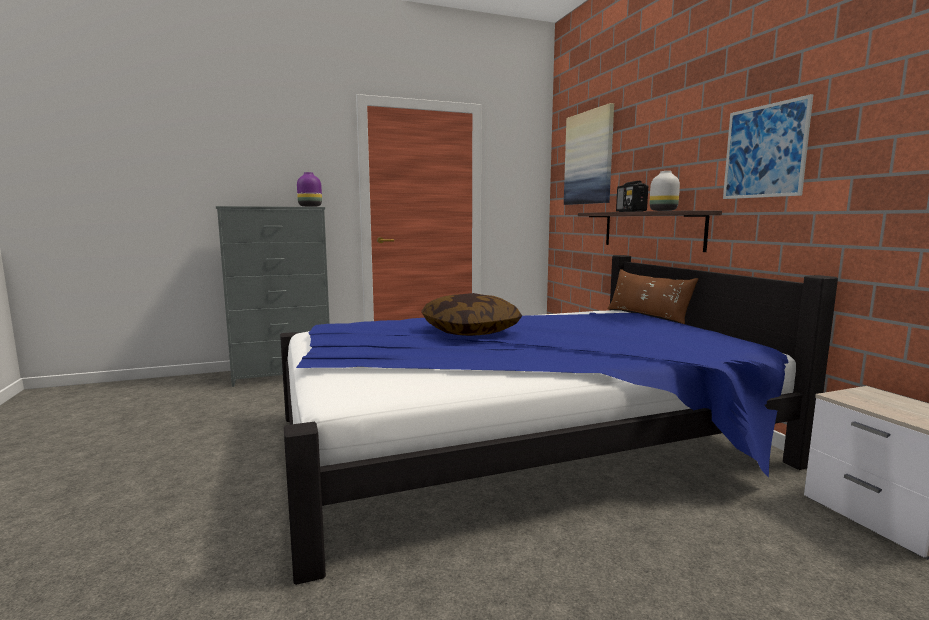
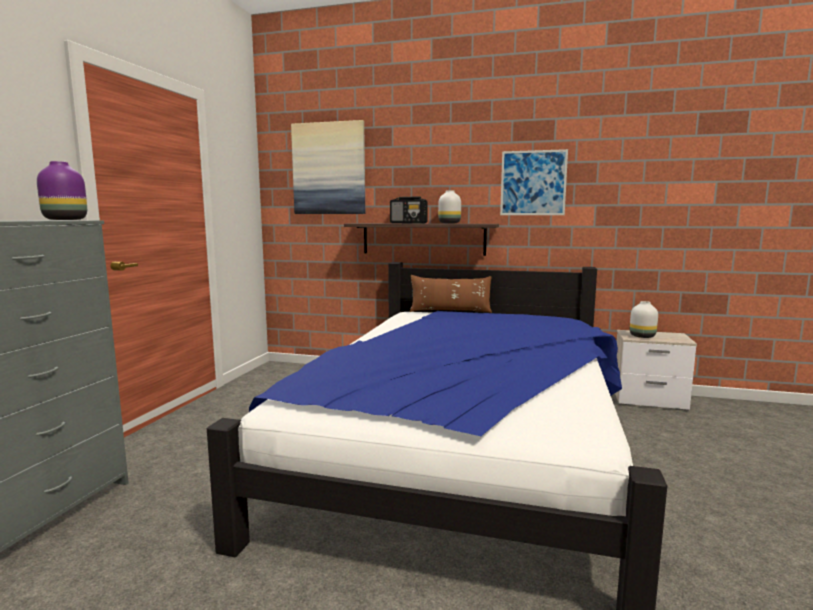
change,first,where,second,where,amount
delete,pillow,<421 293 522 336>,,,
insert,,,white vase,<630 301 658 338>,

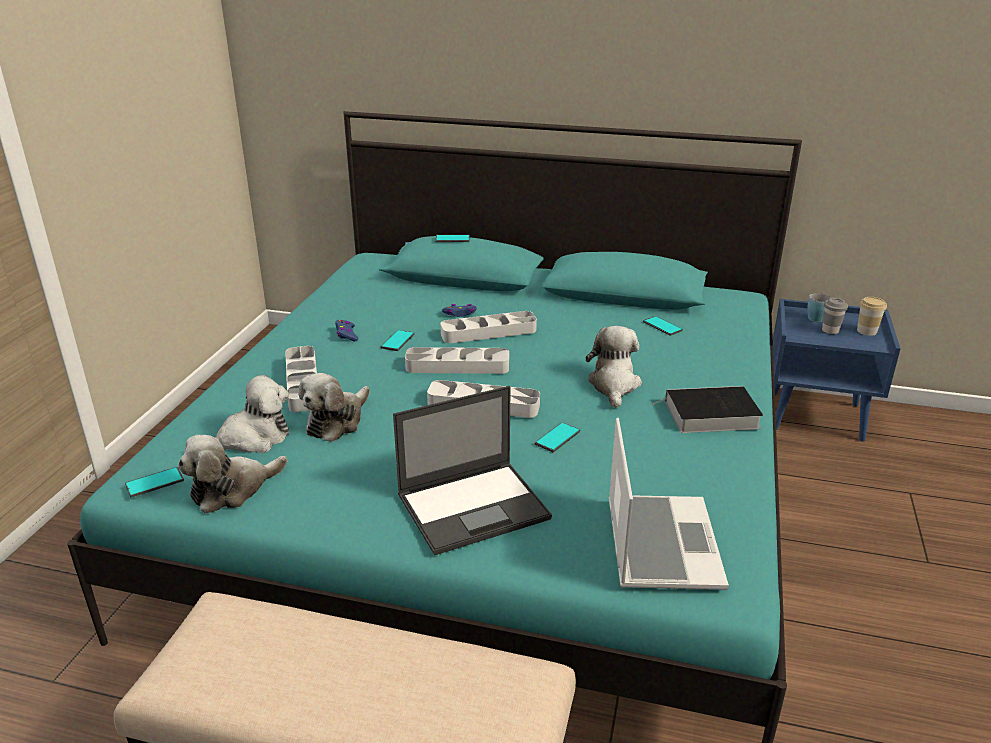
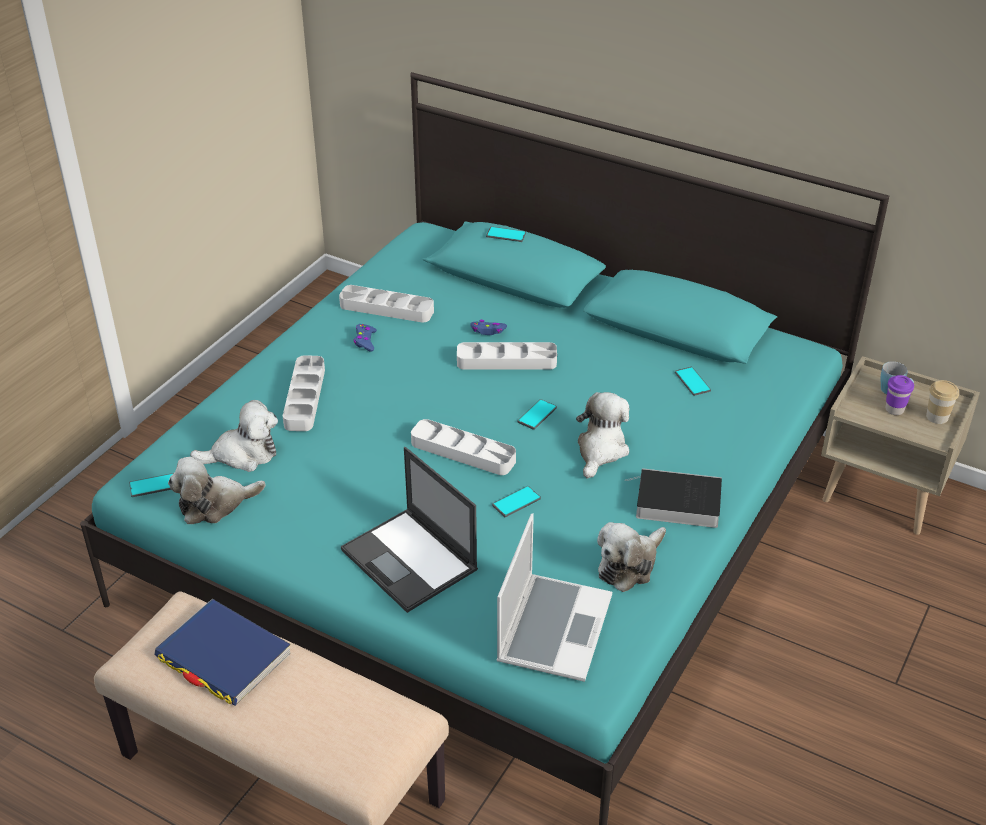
change,first,where,second,where,amount
insert,,,blue book,<154 599 291 706>,
move,plush toy,<298 373 370 442>,,<597 522 666 592>,
move,phone,<381 330 414 351>,,<517 399 557 430>,
move,grey tray,<405 347 509 374>,,<339 285 434 323>,
recolor,blue nightstand,<773 299 901 442>,beige nightstand,<821 356 980 535>,
recolor,grey cup,<822 298 848 334>,purple cup,<885 375 914 415>,
rotate,laptop,<393 386 552 555>,,<341 447 478 613>,60 degrees clockwise

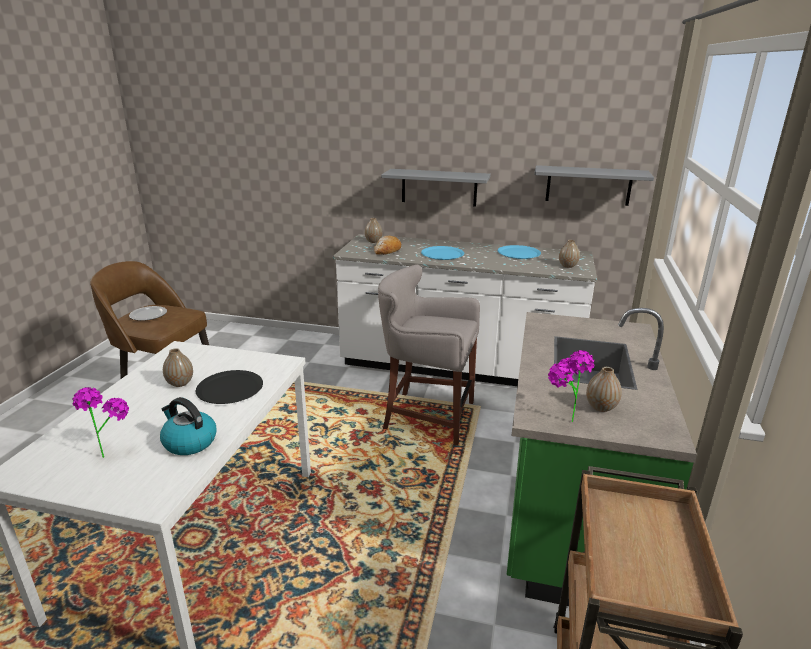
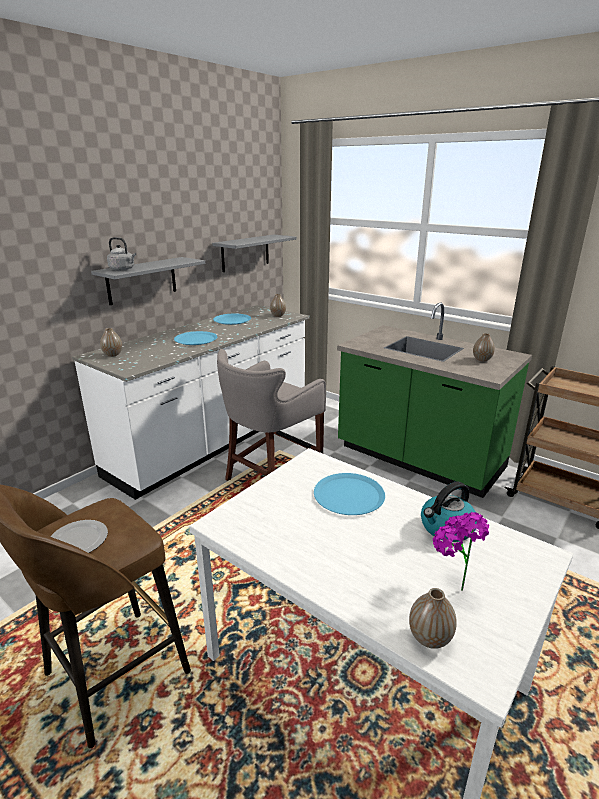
change,first,where,second,where,amount
delete,bread,<374 236 401 255>,,,
delete,potted plant,<548 350 595 422>,,,
insert,,,grey kettle,<107 237 136 271>,
move,vase,<163 348 193 387>,,<409 588 457 649>,
recolor,black plate,<196 370 263 404>,blue plate,<314 473 385 515>,

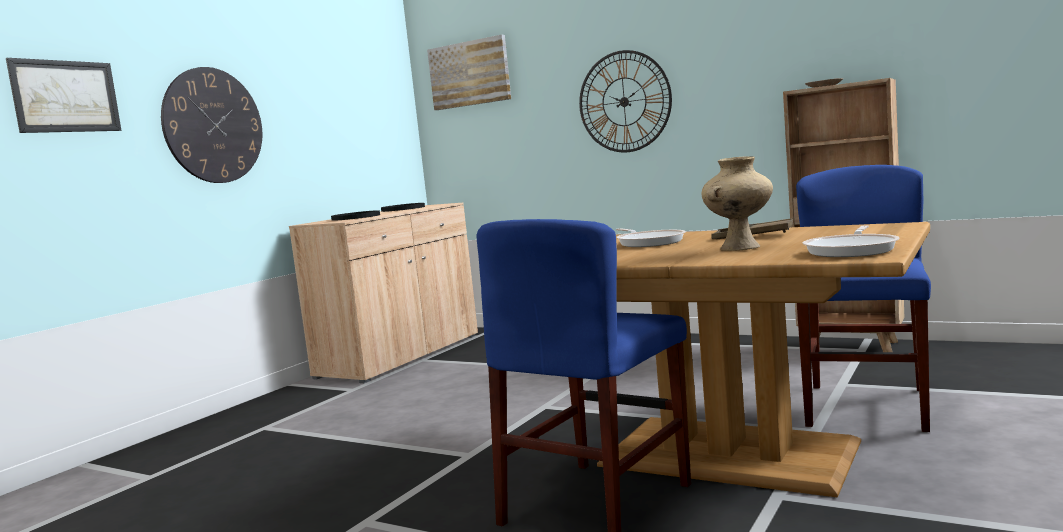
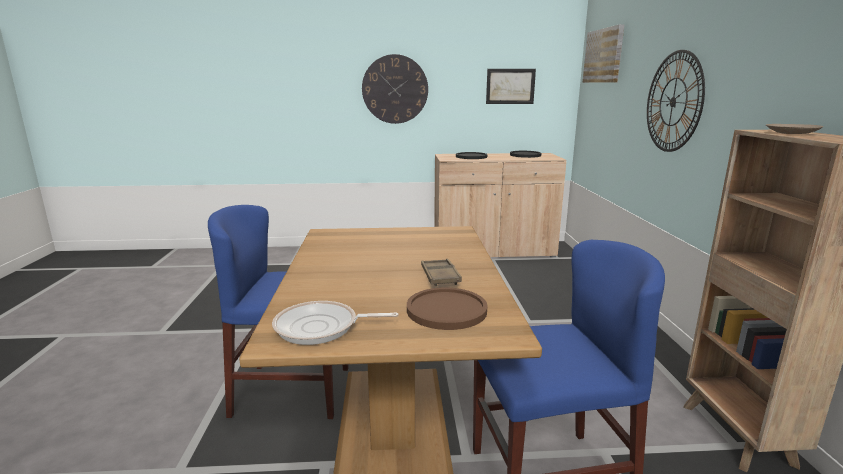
change,first,where,second,where,amount
delete,frying pan,<616 228 686 247>,,,
delete,beige vase,<702 156 773 251>,,,
insert,,,brown plate,<407 288 487 330>,
move,picture,<6 58 122 133>,,<486 69 536 104>,

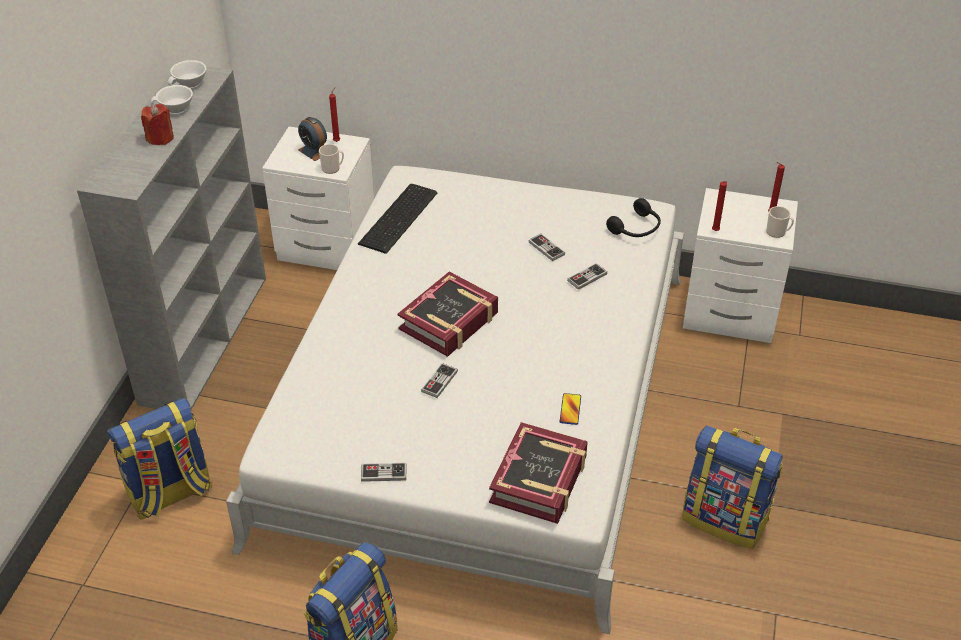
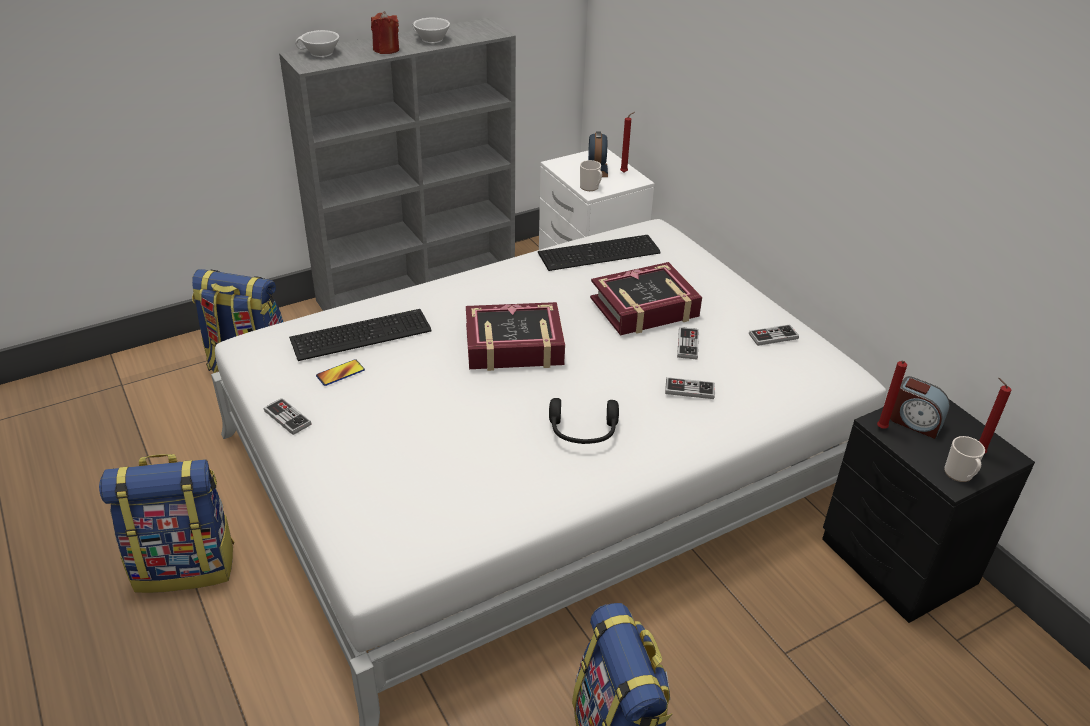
change,first,where,second,where,amount
insert,,,keyboard,<289 309 432 361>,
insert,,,alarm clock,<890 376 950 439>,
move,white cup,<168 60 206 88>,,<295 30 339 57>,
move,game controller,<421 363 458 398>,,<749 324 799 346>,
move,book,<489 422 588 524>,,<590 262 702 335>,
move,phone,<560 393 581 425>,,<316 359 365 386>,
move,black headphones,<606 198 661 237>,,<549 398 619 444>,
recolor,white nightstand,<683 188 798 343>,black nightstand,<822 399 1035 623>,

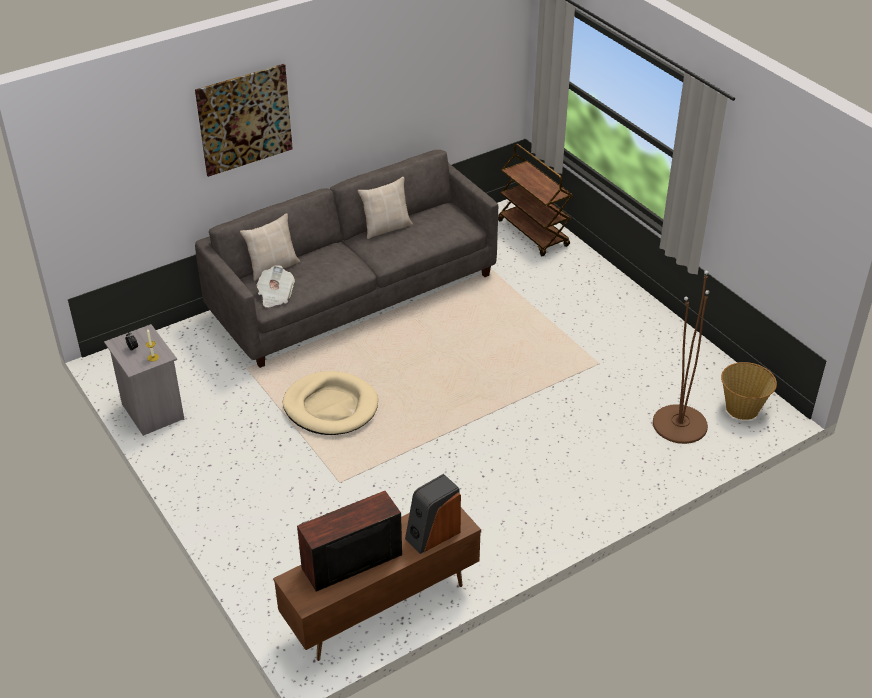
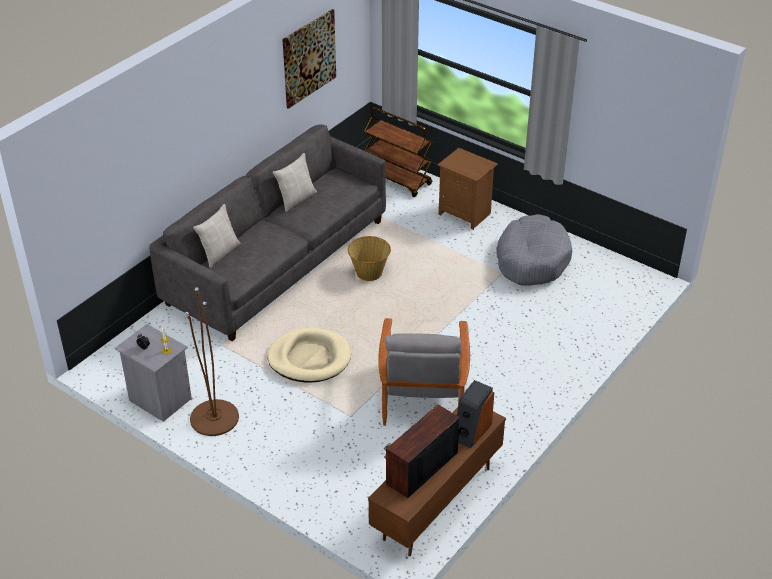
change,first,where,second,where,amount
delete,newspaper,<256 265 295 307>,,,
insert,,,grey armchair,<378 318 470 426>,
insert,,,brown nightstand,<438 148 498 230>,
insert,,,grey dog bed,<496 214 572 286>,
move,picture,<195 64 293 177>,,<282 9 336 109>,
move,brown floor lamp,<653 271 709 444>,,<185 288 239 436>,
move,basket,<721 362 777 420>,,<348 236 391 281>,

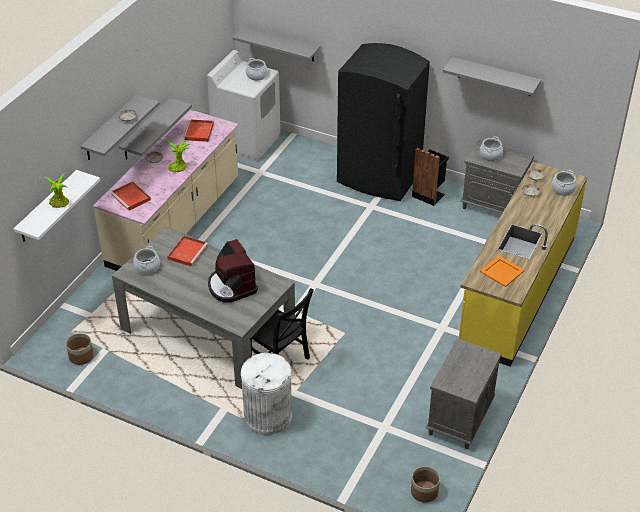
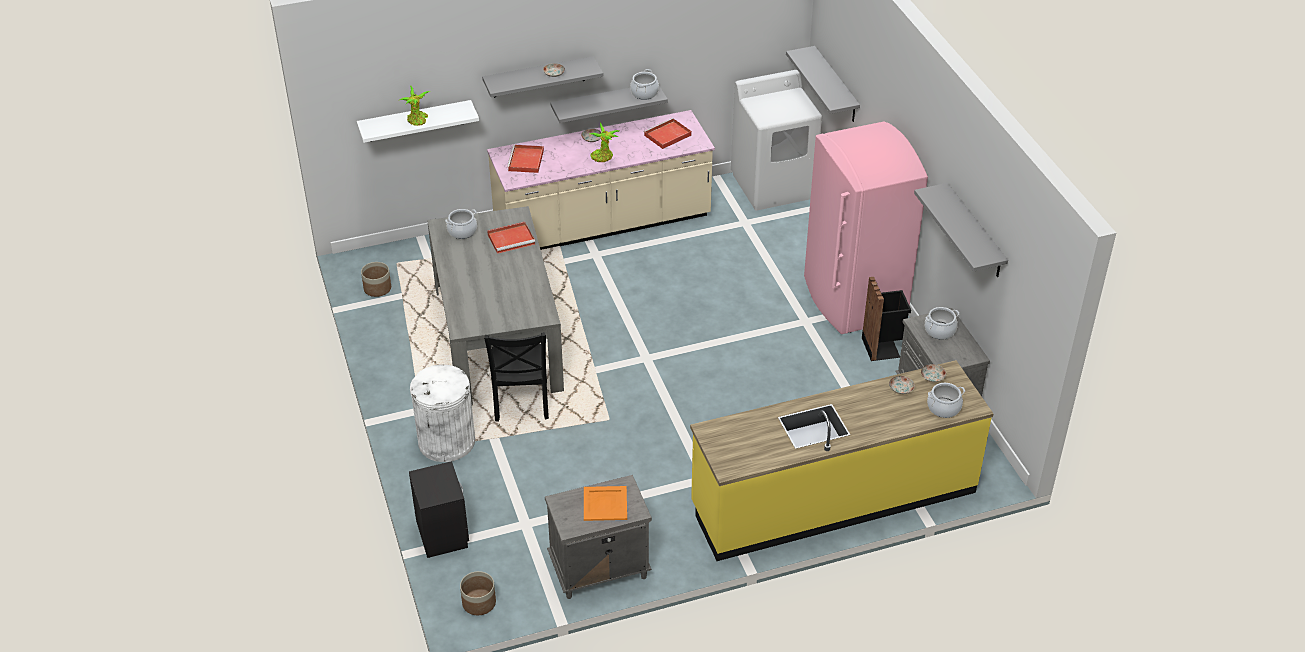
change,first,where,second,where,amount
delete,coffee machine,<208 239 258 303>,,,
insert,,,black nightstand,<409 461 469 558>,
move,cooking pot,<246 58 267 80>,,<630 69 659 100>,
move,orange tray,<480 256 525 287>,,<584 486 627 521>,
recolor,black fridge,<337 43 430 201>,pink fridge,<804 121 928 334>,

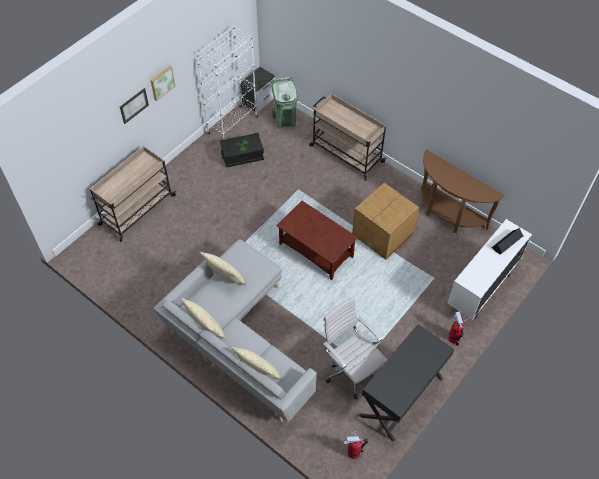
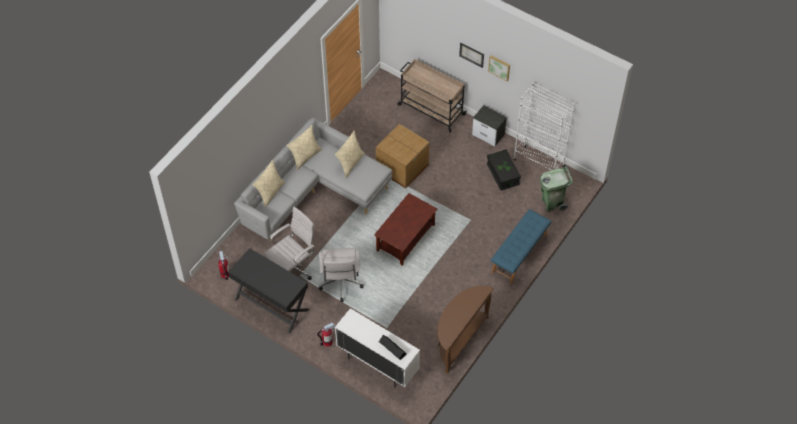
change,first,where,second,where,amount
insert,,,white office chair,<319 248 364 302>,
move,nightstand,<240 67 275 113>,,<472 105 507 146>,
move,cardboard box,<352 182 420 260>,,<376 124 429 189>,
replace,beige cart,<309 93 386 181>,blue bench,<491 209 552 284>,

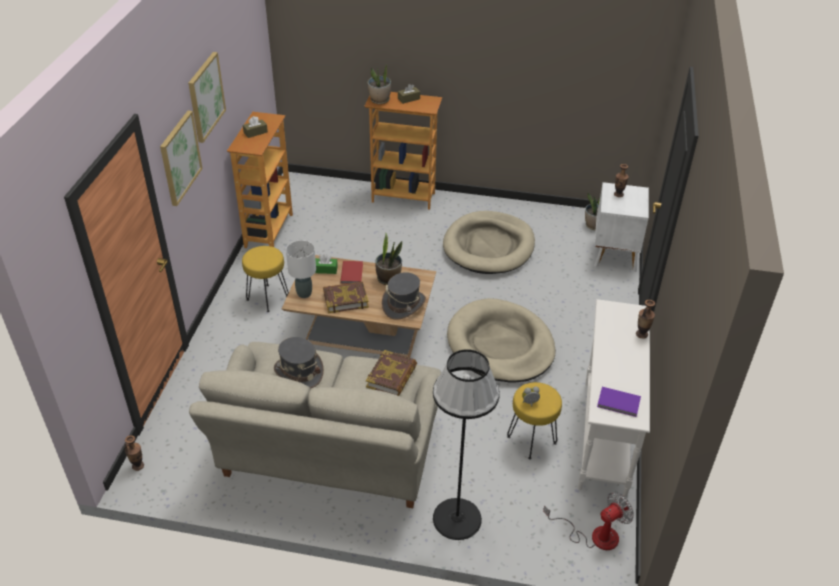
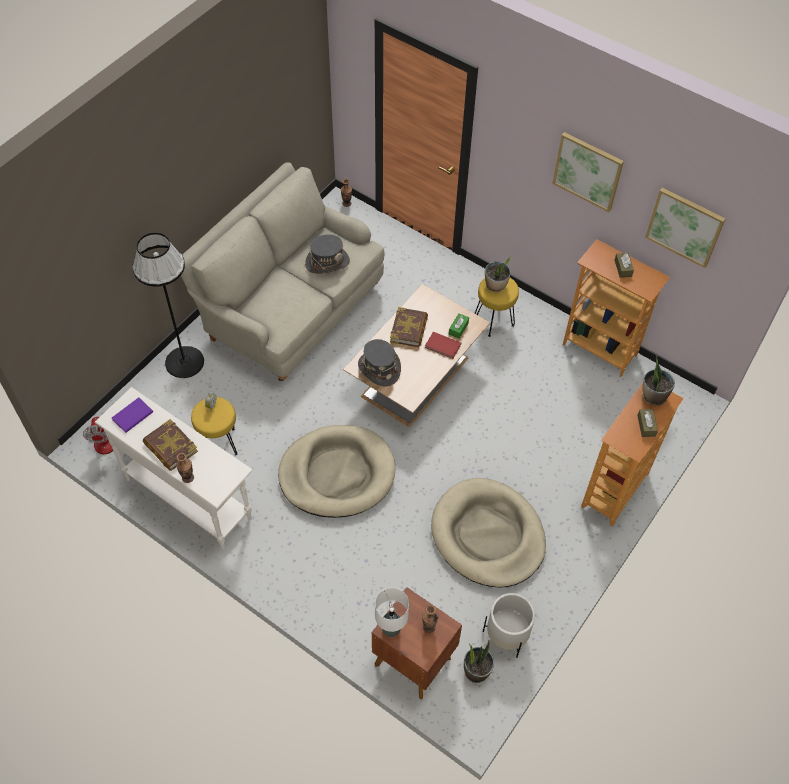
change,first,where,second,where,amount
insert,,,white planter,<483 593 535 658>,
move,picture,<160 111 203 206>,,<645 188 726 268>,
move,white table lamp,<286 240 316 298>,,<375 588 409 637>,
move,book,<366 350 417 396>,,<143 419 198 471>,
move,potted plant,<375 233 402 285>,,<485 256 512 292>,
recolor,white nightstand,<594 182 649 272>,brown nightstand,<371 587 462 699>,

